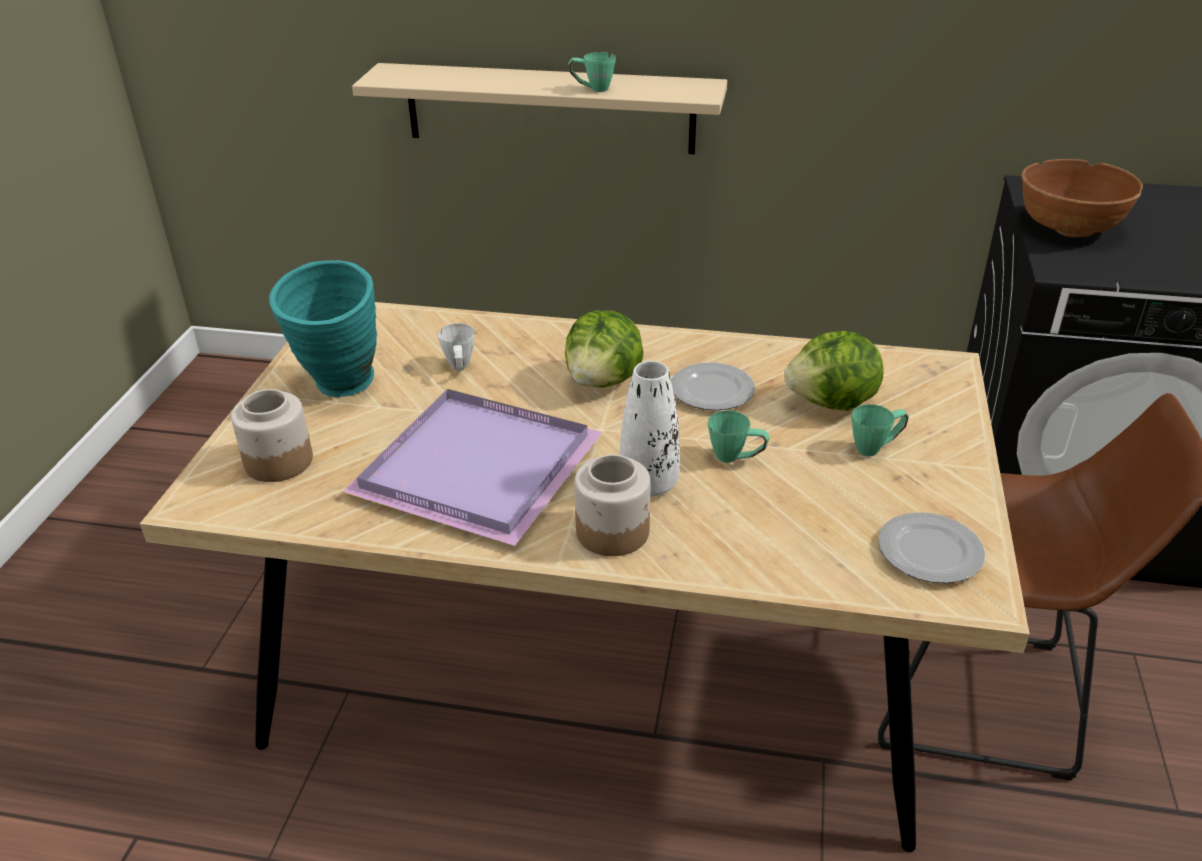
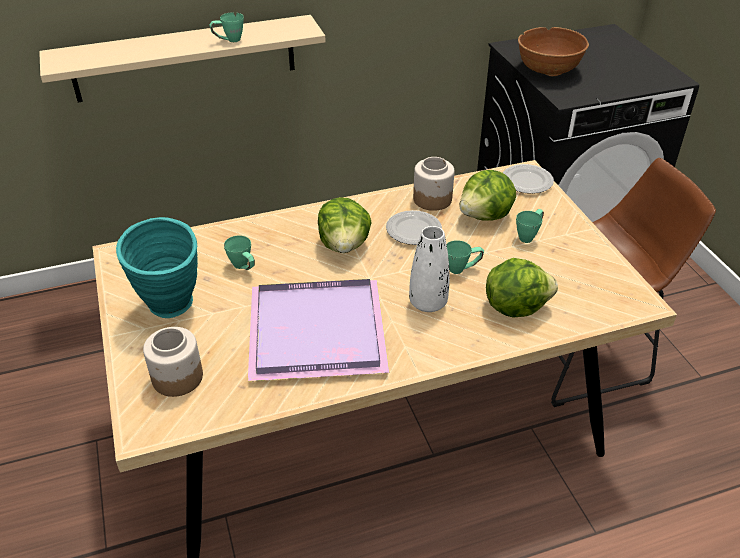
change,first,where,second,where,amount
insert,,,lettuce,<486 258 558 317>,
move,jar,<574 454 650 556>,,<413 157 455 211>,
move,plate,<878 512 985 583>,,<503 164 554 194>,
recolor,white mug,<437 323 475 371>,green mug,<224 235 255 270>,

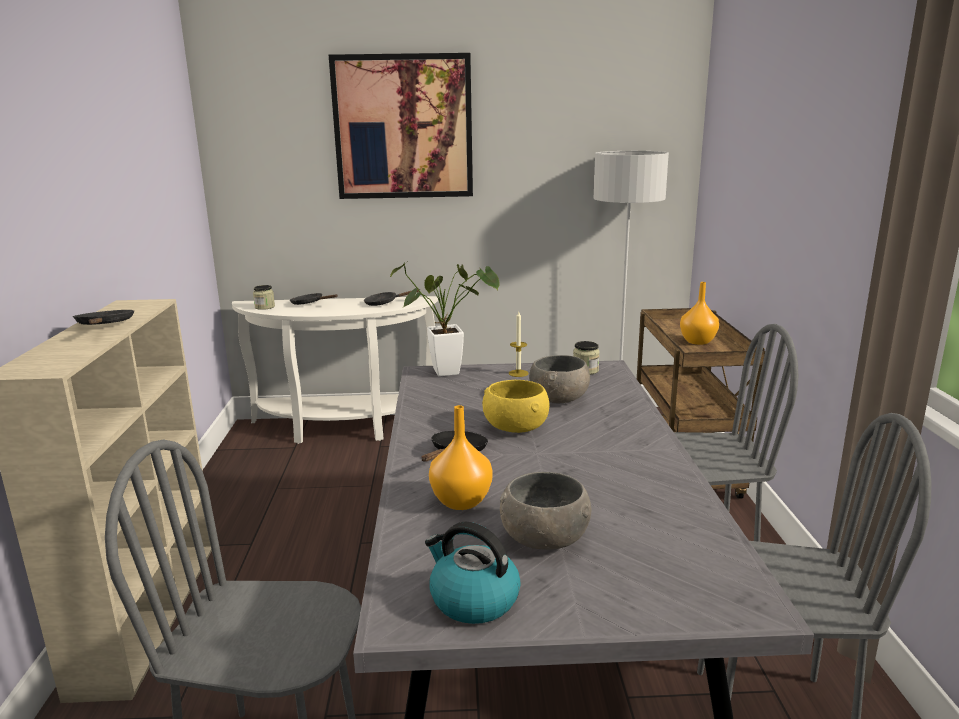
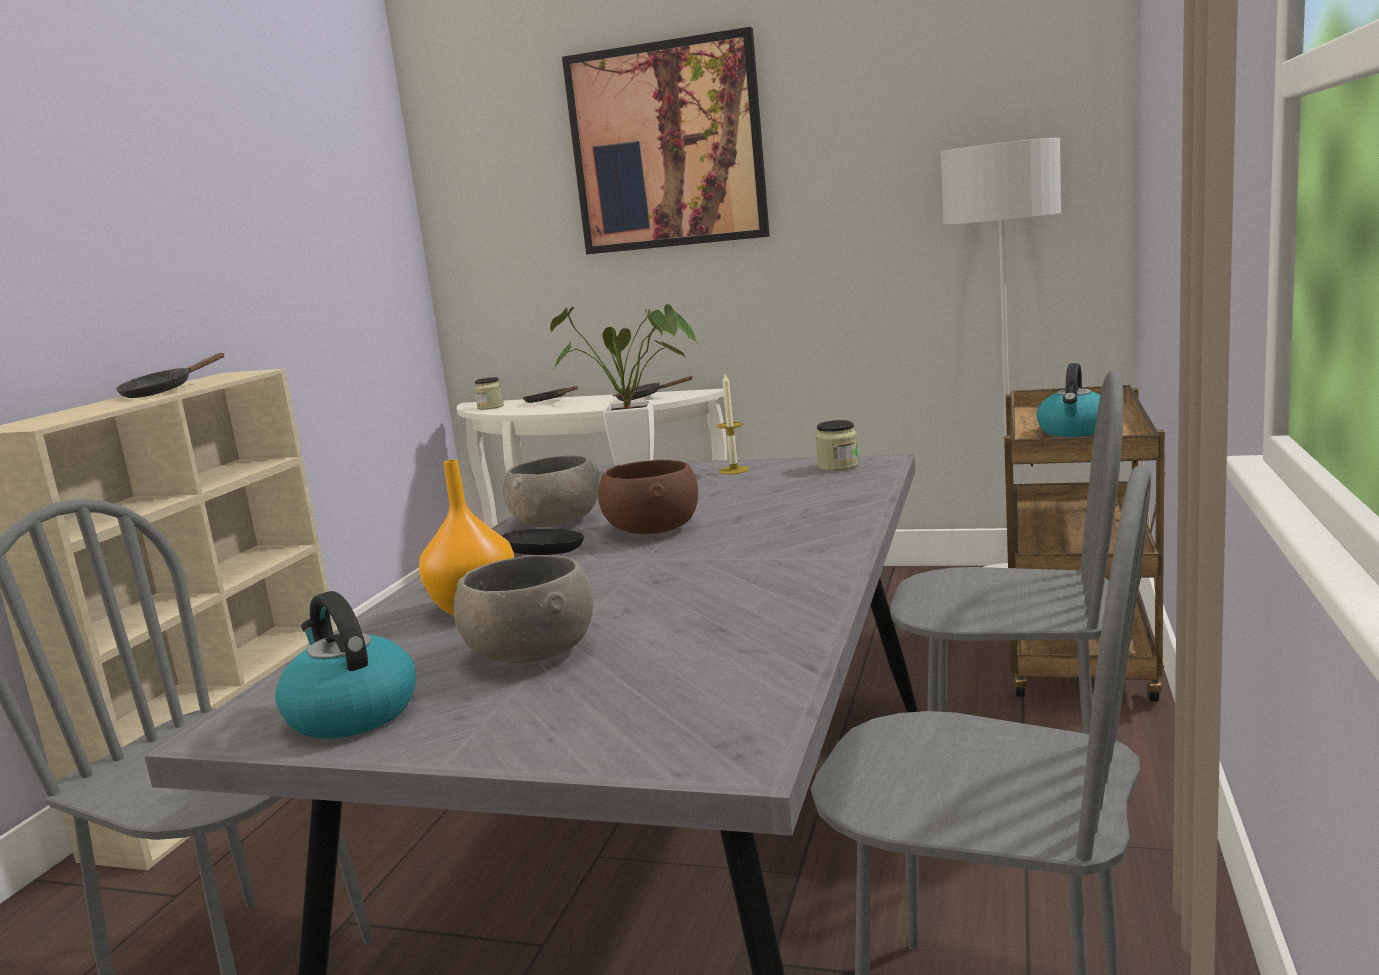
change,first,where,second,where,amount
move,grey bowl,<529 355 590 403>,,<503 455 599 527>,
replace,orange vase,<680 282 719 345>,kettle,<1037 363 1100 437>,
recolor,yellow bowl,<482 380 549 433>,brown bowl,<598 460 698 534>,
rotate,black frying pan,<73 310 135 325>,,<116 353 225 398>,150 degrees counterclockwise

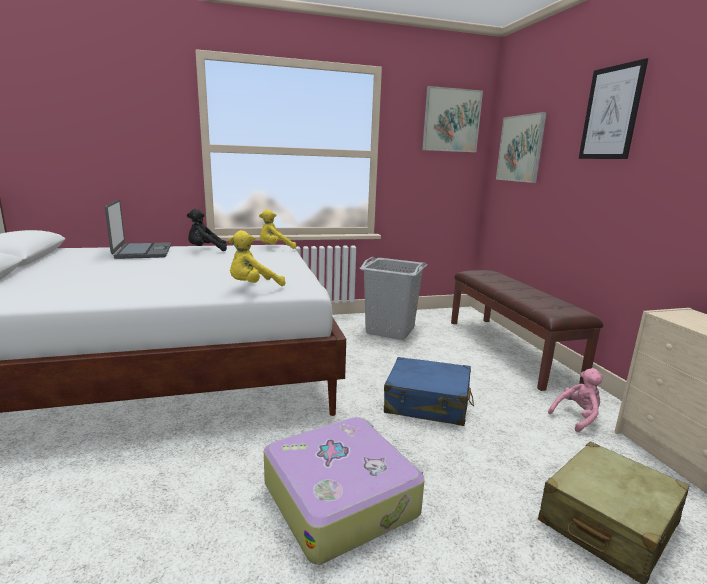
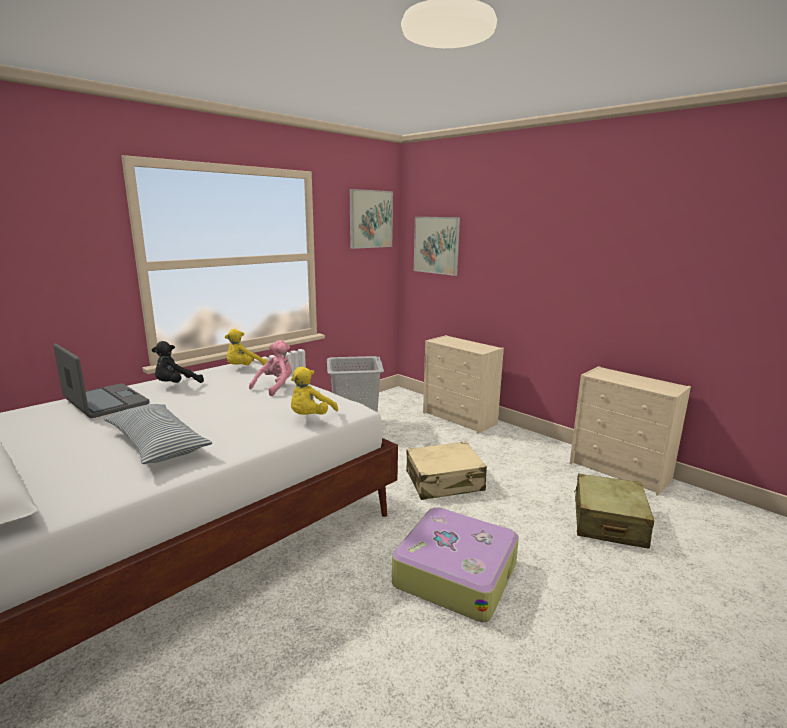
change,first,where,second,where,amount
delete,picture,<579 58 648 159>,,,
insert,,,pillow,<103 404 212 464>,
move,pink plush toy,<548 368 603 432>,,<249 340 292 396>,
replace,brown bench,<451 270 603 391>,beige dresser,<423 335 504 434>,
recolor,blue suitcase,<384 357 474 426>,beige suitcase,<406 441 487 500>,

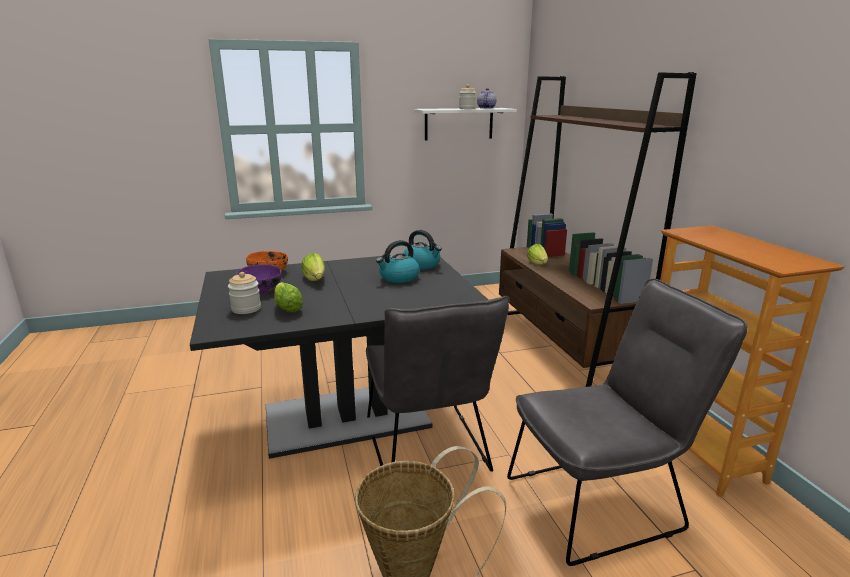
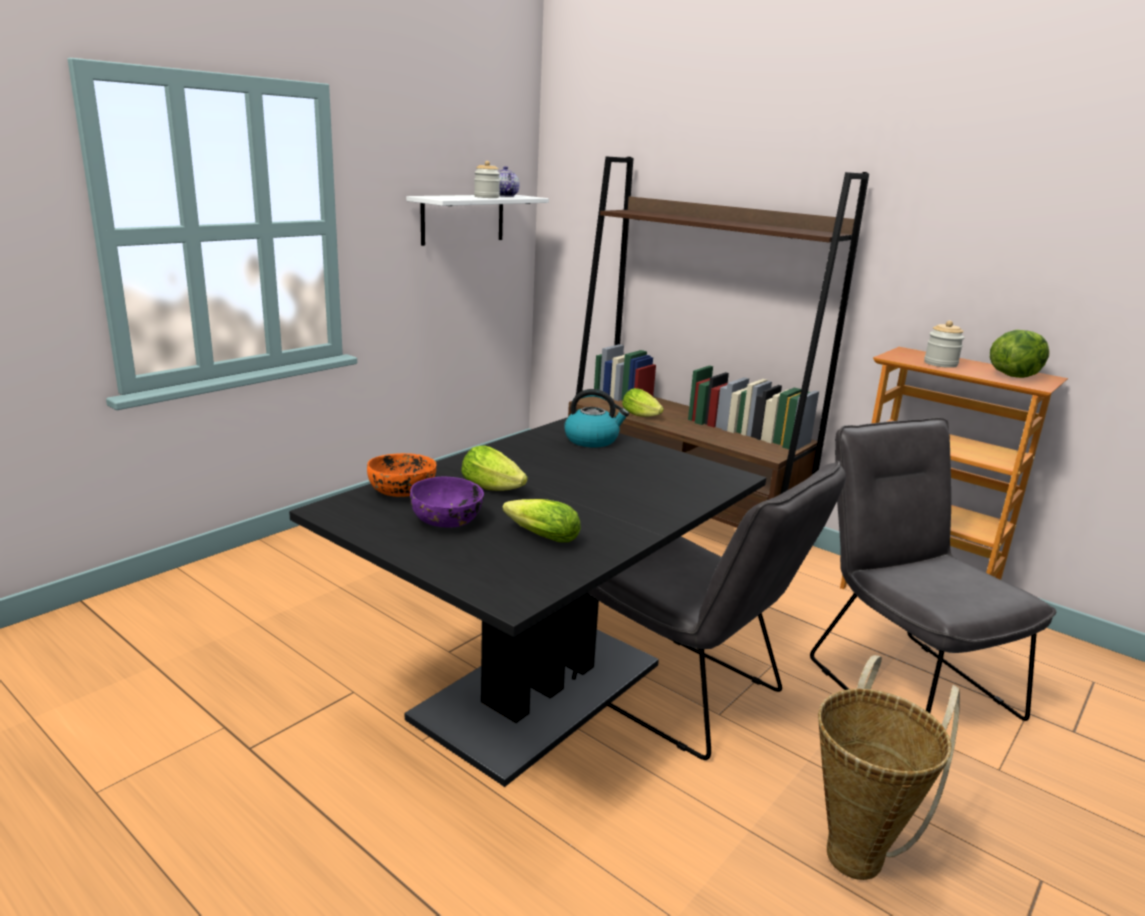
change,first,where,second,where,amount
delete,kettle,<376 240 419 283>,,,
insert,,,lettuce,<990 330 1050 378>,
move,jar,<228 272 261 314>,,<924 321 965 368>,
rotate,grey chair,<507 279 748 566>,,<810 418 1056 721>,60 degrees counterclockwise

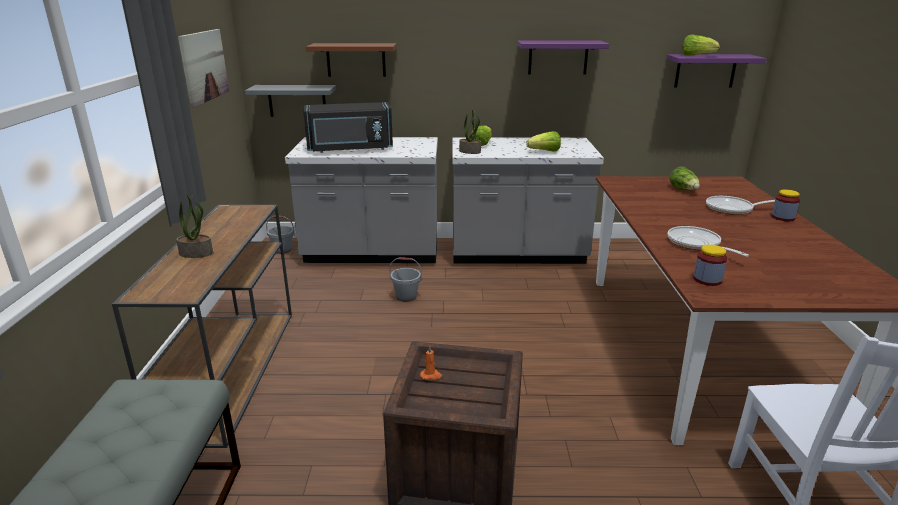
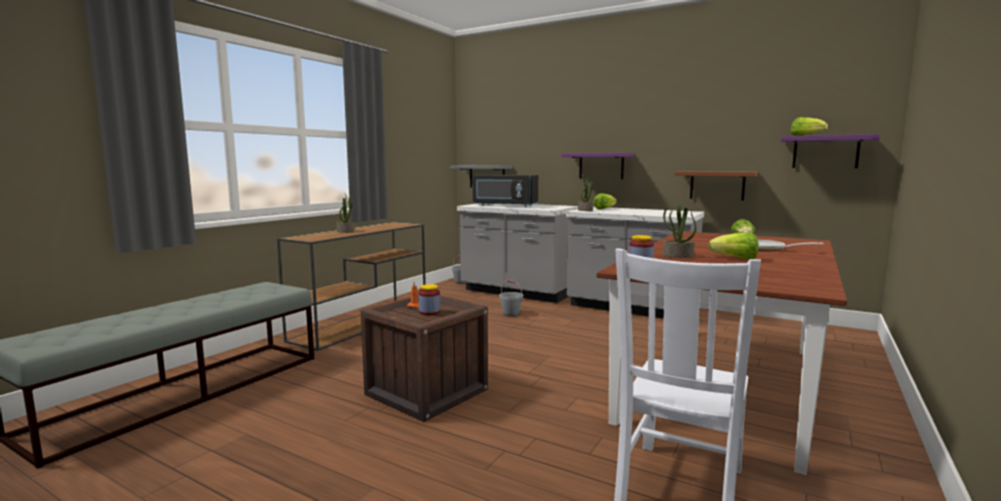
change,first,where,second,where,amount
delete,picture,<178 29 229 108>,,,
move,brown shelf,<306 43 397 77>,,<675 171 758 200>,
move,purple shelf,<518 41 609 74>,,<561 153 634 179>,
move,lettuce,<526 131 561 152>,,<708 232 758 259>,
move,jar,<772 189 800 221>,,<419 284 440 315>,
replace,frying pan,<667 226 749 257>,potted plant,<663 202 696 258>,

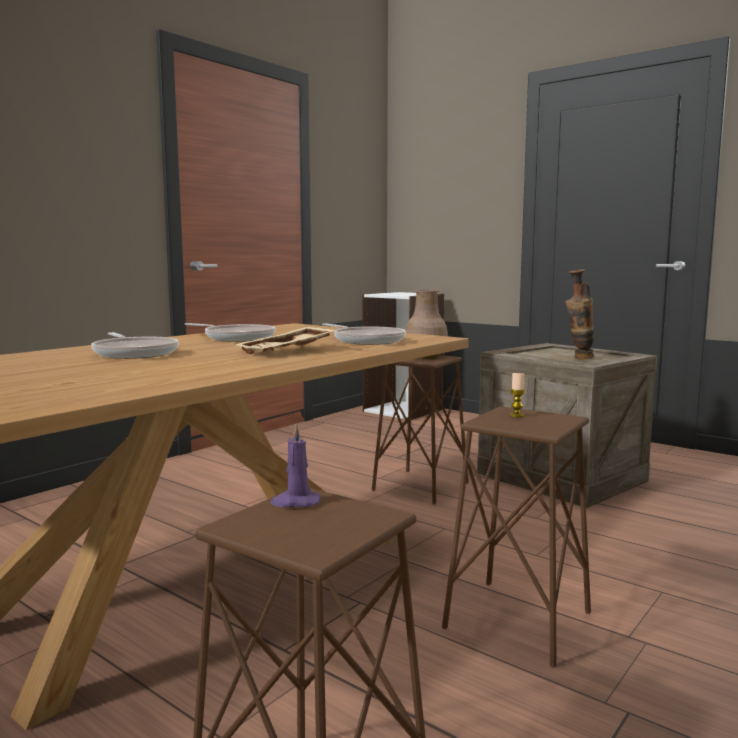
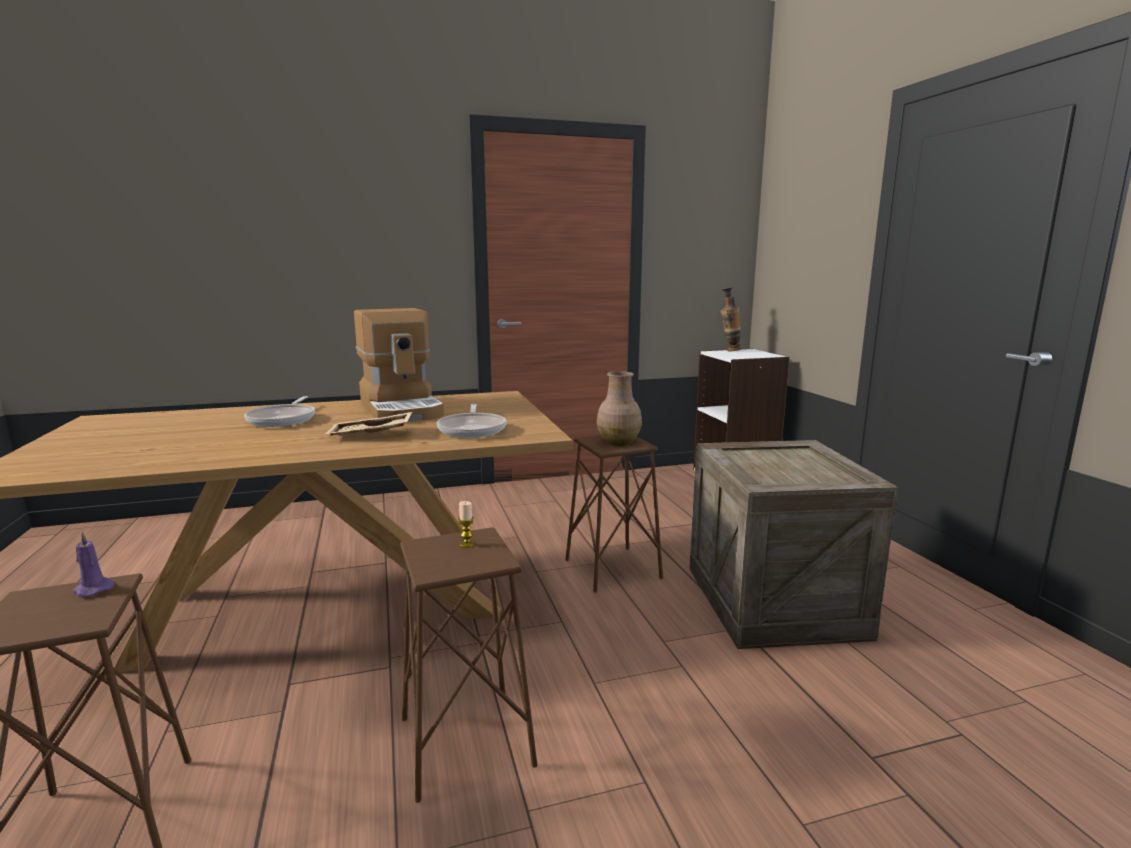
change,first,where,second,where,amount
move,vase,<566 269 594 360>,,<720 287 741 351>,
replace,frying pan,<185 323 276 342>,coffee machine,<354 308 444 421>,

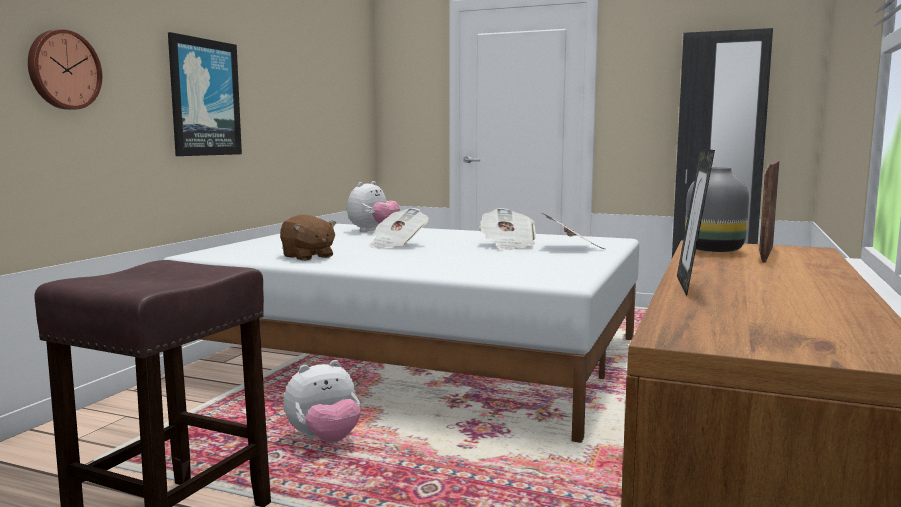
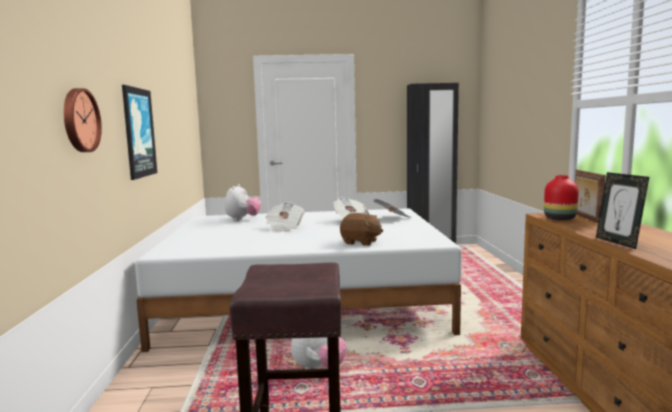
change,first,where,second,where,amount
move,brown plush toy,<280 215 336 261>,,<340 213 383 246>,
recolor,grey vase,<685 167 749 252>,red vase,<544 175 579 220>,

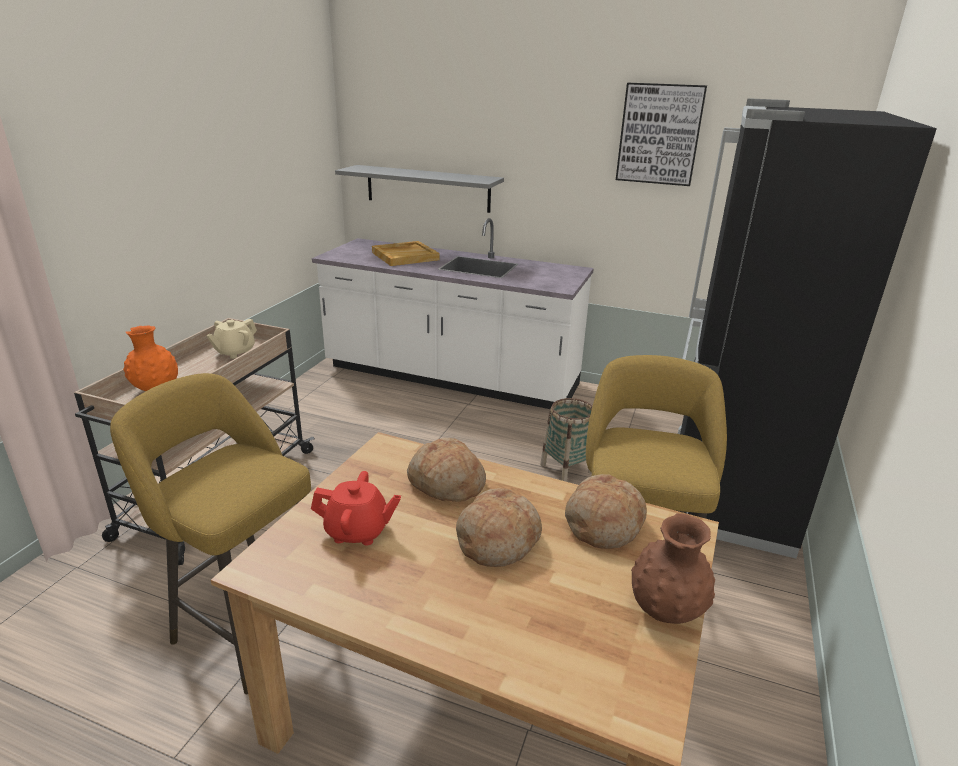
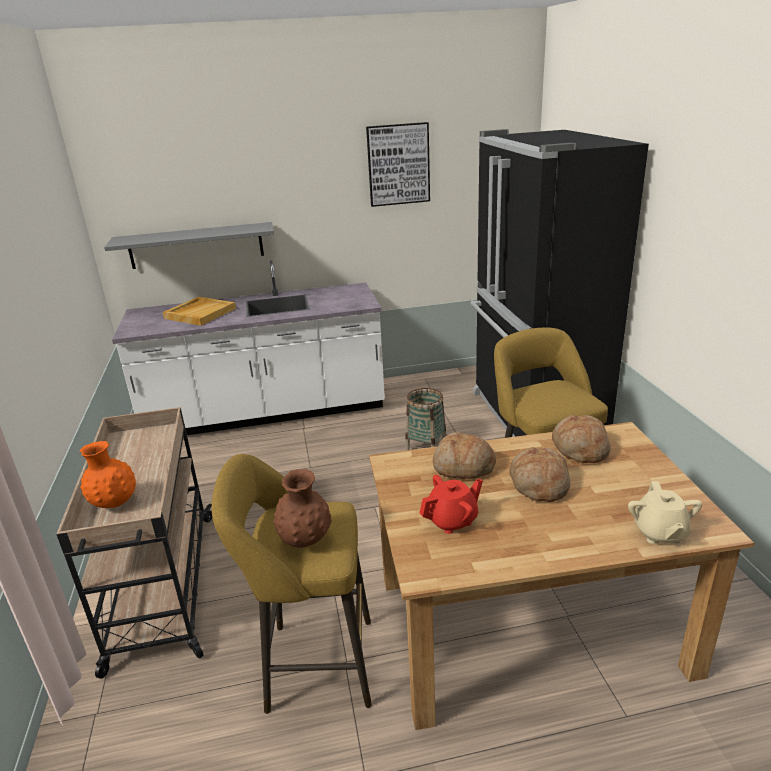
change,first,where,second,where,amount
move,beige teapot,<206 319 257 359>,,<628 481 702 544>,
move,brown vase,<631 513 715 624>,,<273 469 332 548>,

